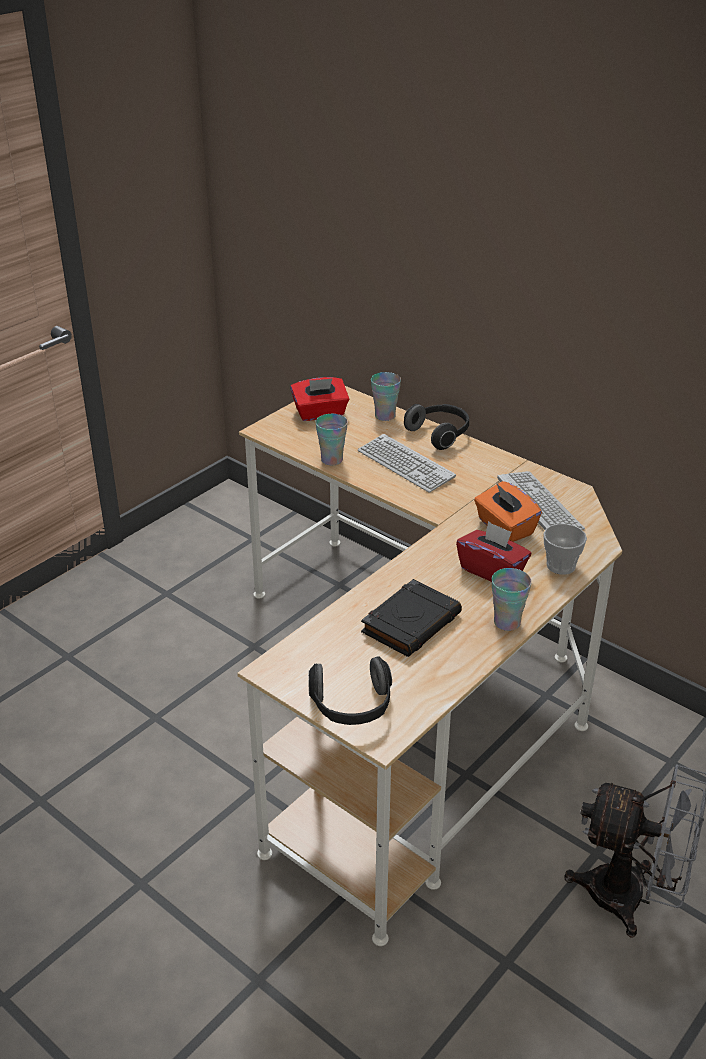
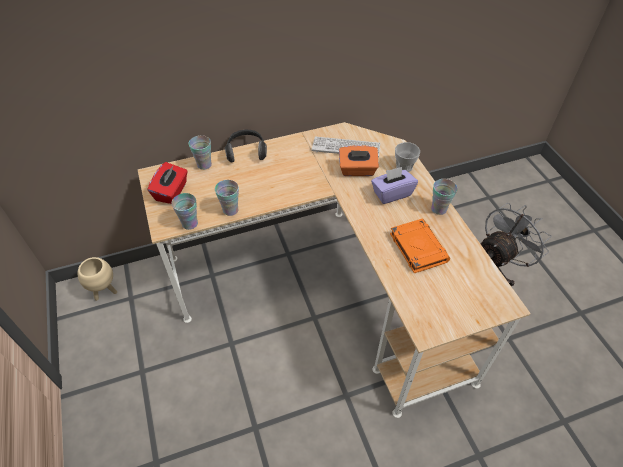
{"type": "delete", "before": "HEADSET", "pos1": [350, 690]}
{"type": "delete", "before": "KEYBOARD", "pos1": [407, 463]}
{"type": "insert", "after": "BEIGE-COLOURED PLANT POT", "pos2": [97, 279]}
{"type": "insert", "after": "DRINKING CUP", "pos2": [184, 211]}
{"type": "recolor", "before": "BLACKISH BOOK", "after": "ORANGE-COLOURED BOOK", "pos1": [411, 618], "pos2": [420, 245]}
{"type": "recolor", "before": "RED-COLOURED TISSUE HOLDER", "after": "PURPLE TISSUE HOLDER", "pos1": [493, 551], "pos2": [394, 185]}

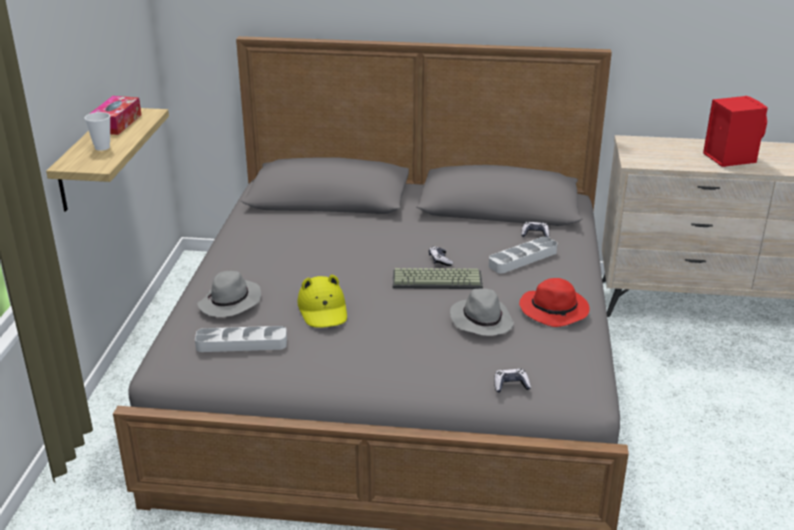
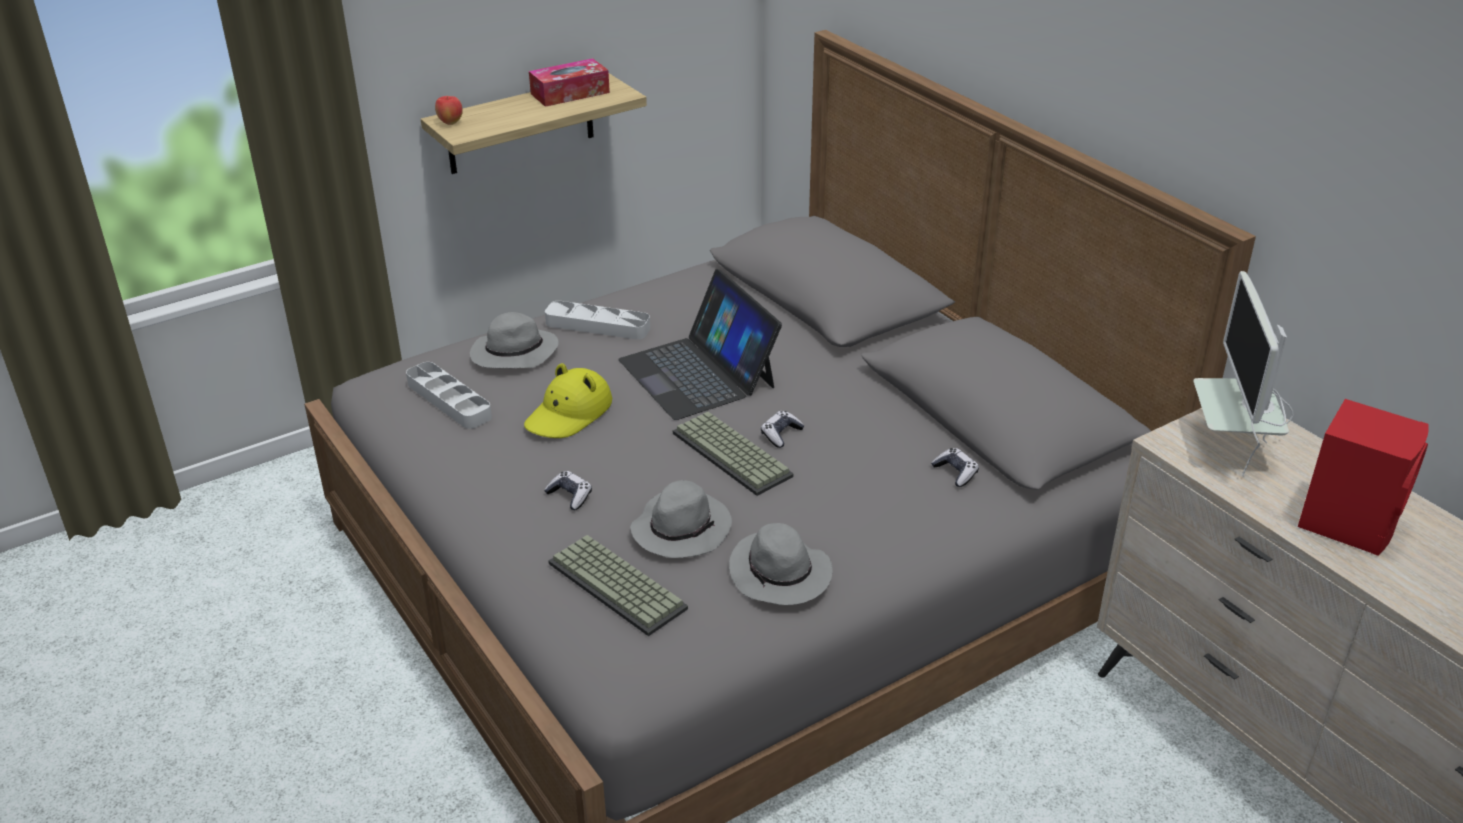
{"type": "delete", "before": "DRINKING CUP", "pos1": [97, 131]}
{"type": "insert", "after": "WHOLE APPLE", "pos2": [449, 110]}
{"type": "insert", "after": "KEYBOARD", "pos2": [618, 585]}
{"type": "insert", "after": "NOTEBOOK COMPUTER", "pos2": [700, 344]}
{"type": "insert", "after": "COMPUTER DISPLAY", "pos2": [1243, 373]}
{"type": "move", "before": "GREYISH CARRYING TRAY", "pos1": [523, 255], "pos2": [597, 320]}
{"type": "move", "before": "GAMEPAD", "pos1": [512, 381], "pos2": [568, 490]}
{"type": "recolor", "before": "RED-COLOURED WEARABLE HAT", "after": "GREYISH WEARABLE HAT", "pos1": [554, 302], "pos2": [781, 564]}

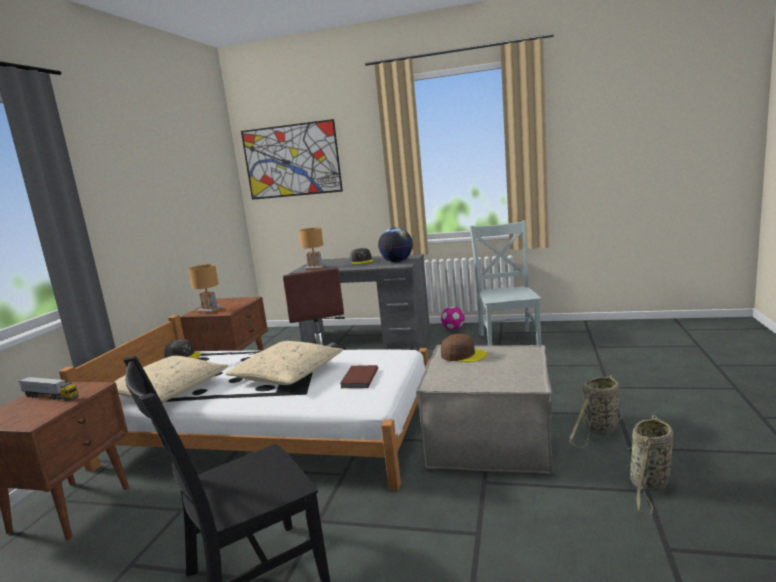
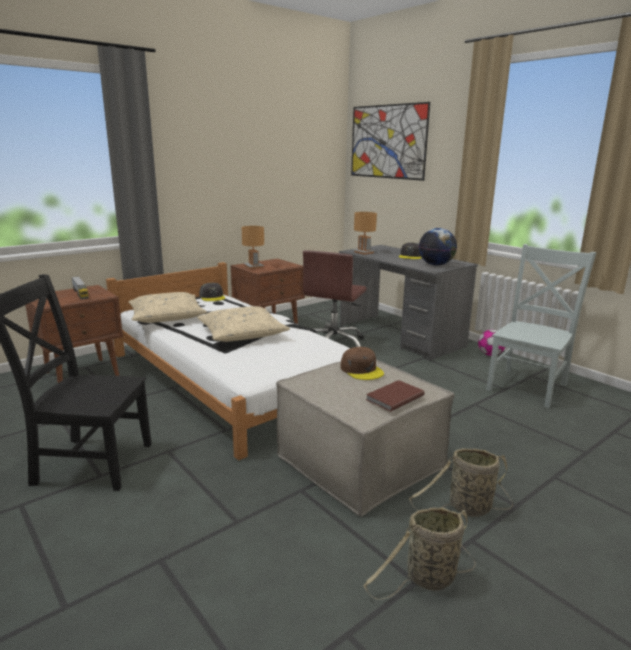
{"type": "move", "before": "BROWN-COLOURED BOOK", "pos1": [359, 376], "pos2": [395, 396]}

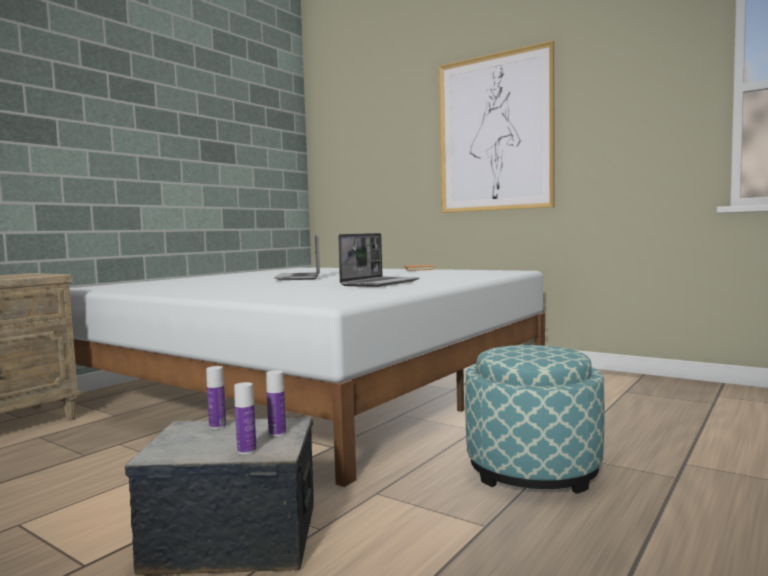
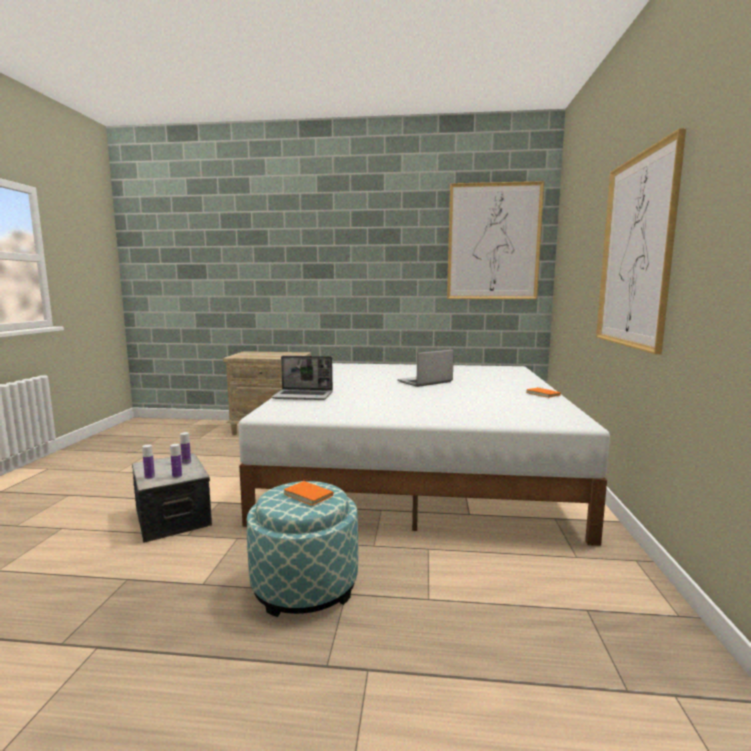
{"type": "insert", "after": "ORANGE-COLOURED BOOK", "pos2": [309, 492]}
{"type": "insert", "after": "WALL ART", "pos2": [495, 240]}
{"type": "move", "before": "NOTEBOOK COMPUTER", "pos1": [378, 260], "pos2": [302, 378]}

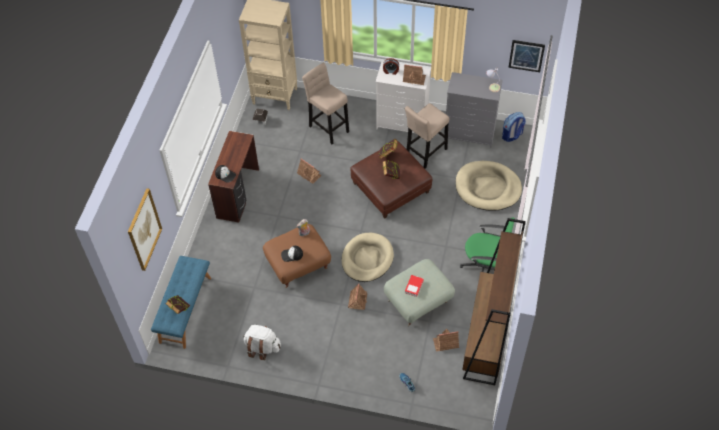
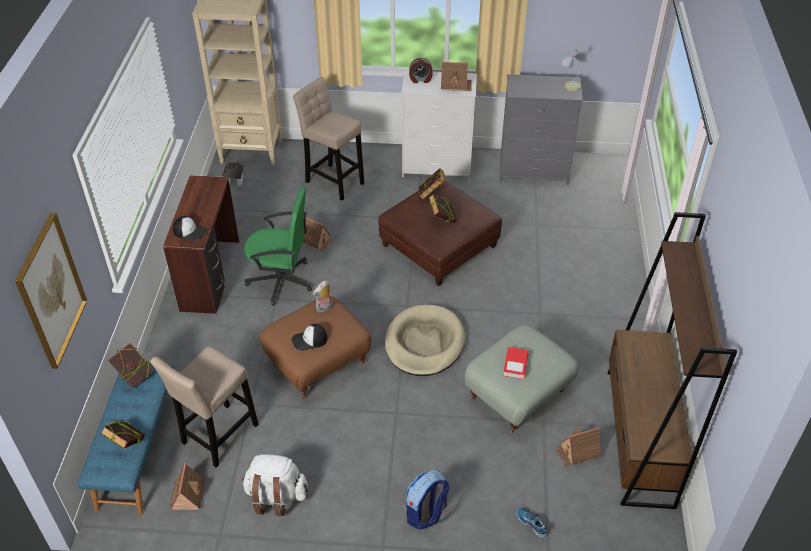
{"type": "delete", "before": "BEIGE-COLOURED DOG BED", "pos1": [489, 186]}
{"type": "delete", "before": "WALL ART", "pos1": [526, 56]}
{"type": "insert", "after": "BOOK", "pos2": [130, 365]}
{"type": "move", "before": "MINIATURE HOUSE", "pos1": [357, 296], "pos2": [187, 486]}
{"type": "move", "before": "BEIGE-COLOURED STOOL SEAT", "pos1": [427, 135], "pos2": [204, 407]}
{"type": "move", "before": "GREEN-COLOURED OFFICE CHAIR", "pos1": [487, 244], "pos2": [278, 247]}
{"type": "move", "before": "KNAPSACK", "pos1": [514, 127], "pos2": [427, 499]}

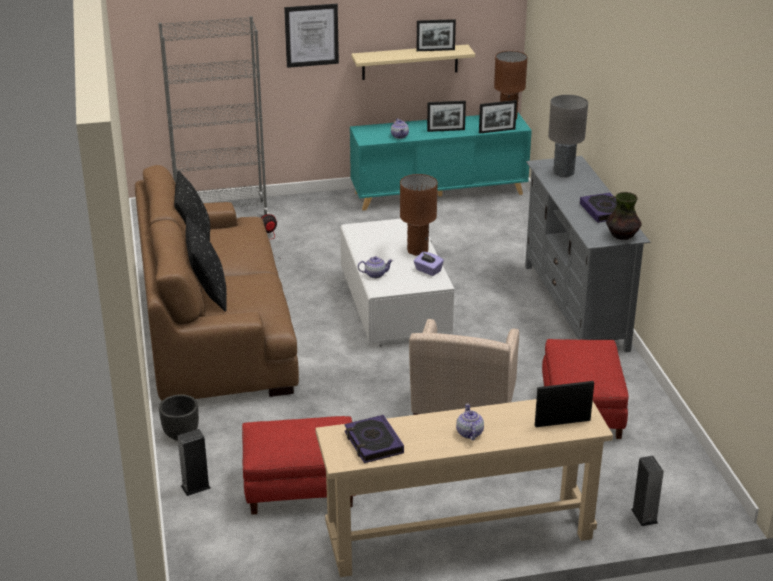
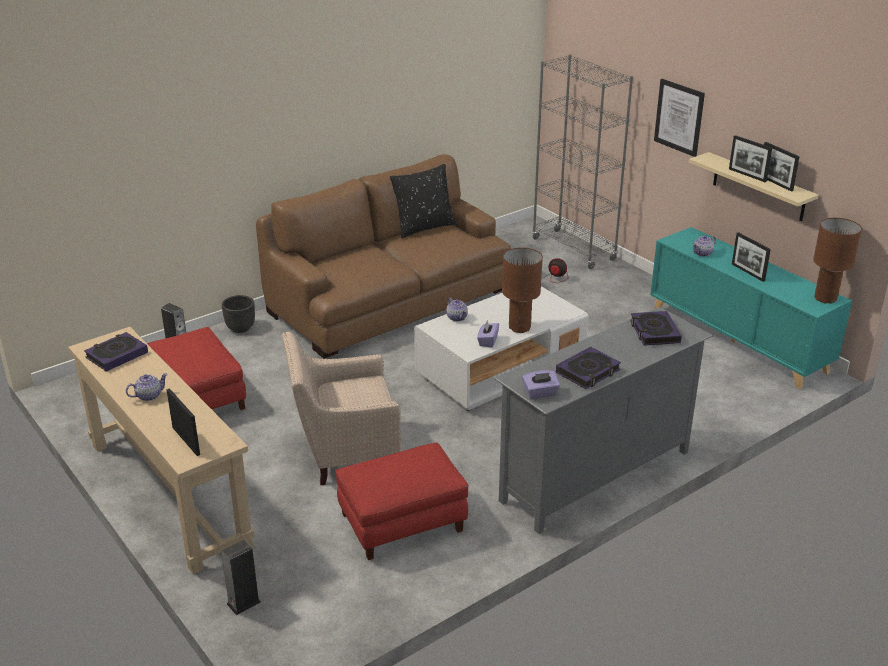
{"type": "delete", "before": "BLACKISH PILLOW", "pos1": [206, 264]}
{"type": "move", "before": "STANDING FRAME", "pos1": [498, 117], "pos2": [750, 158]}
{"type": "replace", "before": "GREYISH LAMP FOR A TABLE", "after": "BOOK", "pos1": [568, 136], "pos2": [656, 328]}
{"type": "replace", "before": "DECORATIVE VASE", "after": "PURPLE TISSUE HOLDER", "pos1": [624, 216], "pos2": [541, 384]}

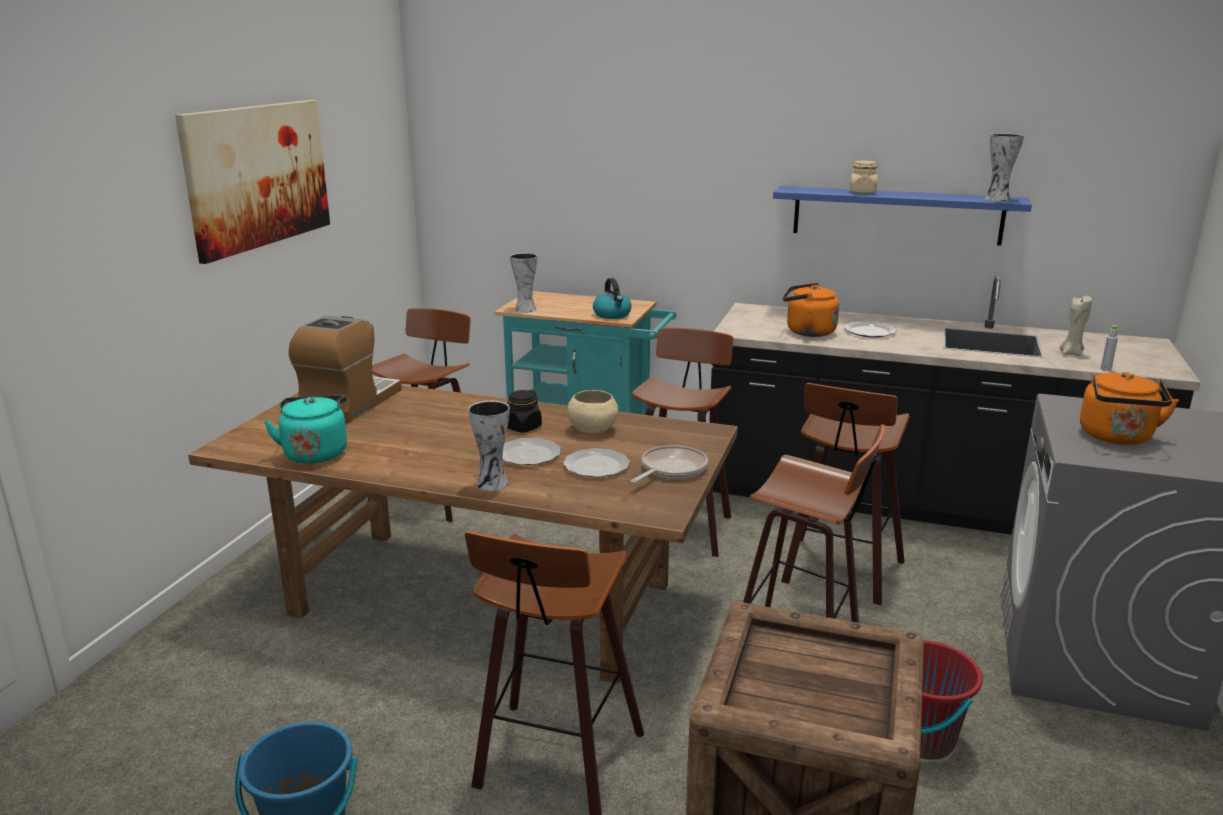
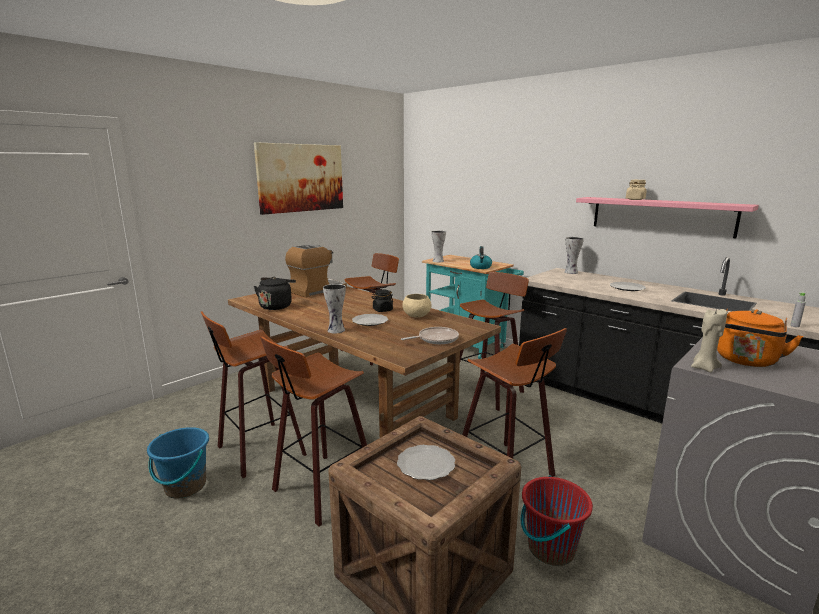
{"type": "delete", "before": "ORANGE-COLOURED KETTLE", "pos1": [811, 310]}
{"type": "move", "before": "FLAT DISH", "pos1": [596, 462], "pos2": [426, 462]}
{"type": "move", "before": "STOOL SEAT", "pos1": [845, 494], "pos2": [254, 394]}
{"type": "move", "before": "DECORATIVE VASE", "pos1": [1004, 167], "pos2": [574, 255]}
{"type": "move", "before": "BEIGE-COLOURED CANDLE", "pos1": [1076, 326], "pos2": [709, 340]}
{"type": "recolor", "before": "TURQUOISE KETTLE", "after": "BLACKISH KETTLE", "pos1": [305, 429], "pos2": [275, 293]}
{"type": "recolor", "before": "BLUE BRACKET SHELF", "after": "PINK BRACKET SHELF", "pos1": [902, 216], "pos2": [667, 217]}

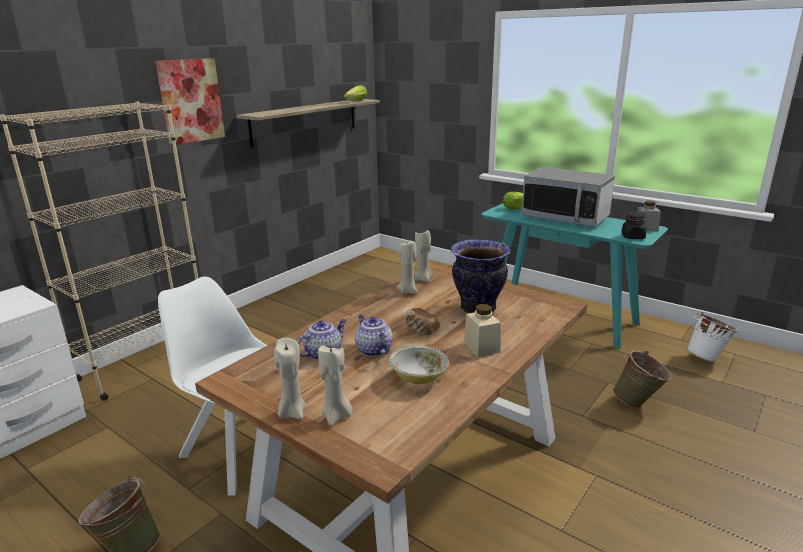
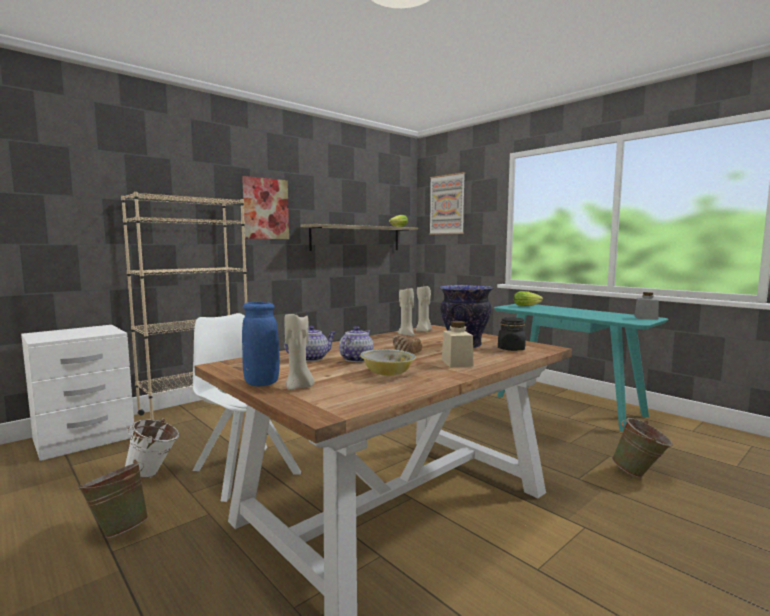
{"type": "delete", "before": "MICROWAVE", "pos1": [568, 197]}
{"type": "insert", "after": "WALL ART", "pos2": [447, 203]}
{"type": "move", "before": "BLACKISH JAR", "pos1": [634, 225], "pos2": [512, 334]}
{"type": "move", "before": "WHITISH WATER BUCKET", "pos1": [713, 337], "pos2": [151, 448]}
{"type": "replace", "before": "BEIGE-COLOURED CANDLE", "after": "BLUE DECORATIVE VASE", "pos1": [290, 378], "pos2": [261, 344]}
{"type": "rotate", "before": "POT FOR TEA", "pos1": [374, 335], "pos2": [356, 344], "turn": 45}

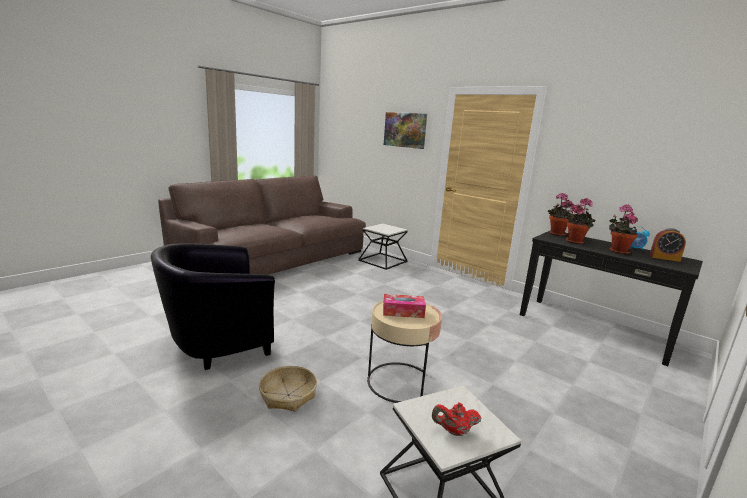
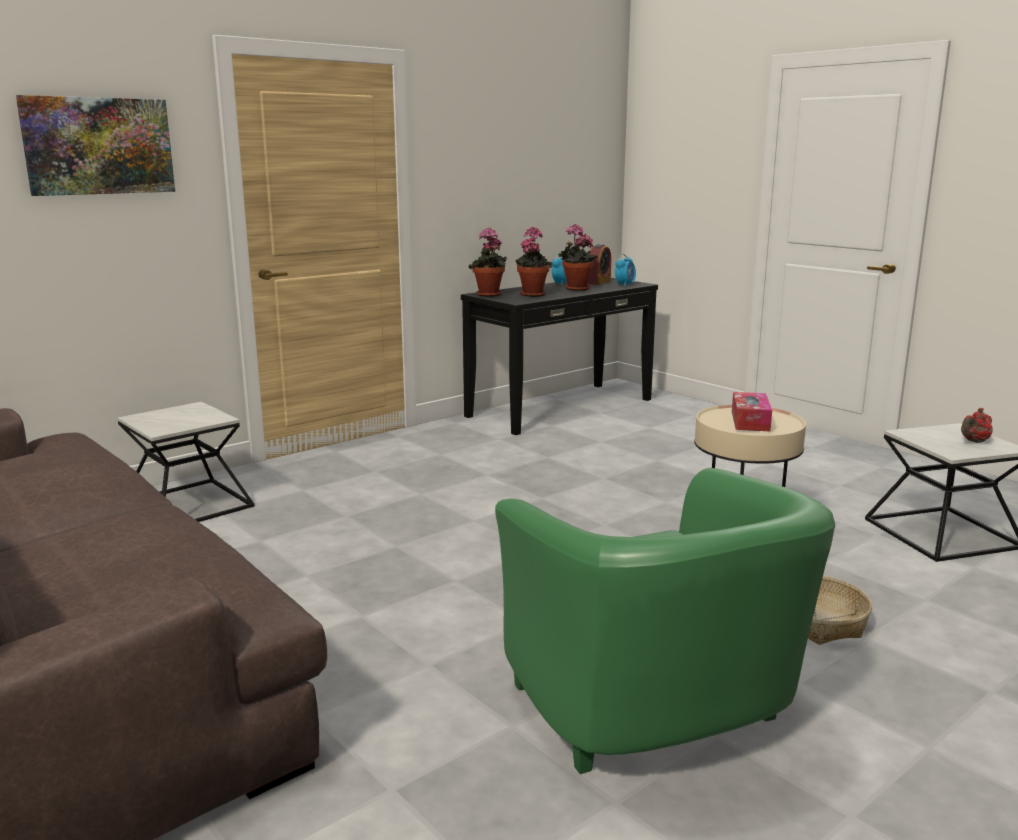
{"type": "insert", "after": "ALARM CLOCK", "pos2": [625, 270]}
{"type": "recolor", "before": "BLACKISH LOUNGE CHAIR", "after": "GREEN-COLOURED LOUNGE CHAIR", "pos1": [213, 306], "pos2": [665, 621]}
{"type": "rotate", "before": "RED-COLOURED POT FOR TEA", "pos1": [456, 419], "pos2": [977, 425], "turn": 45}

